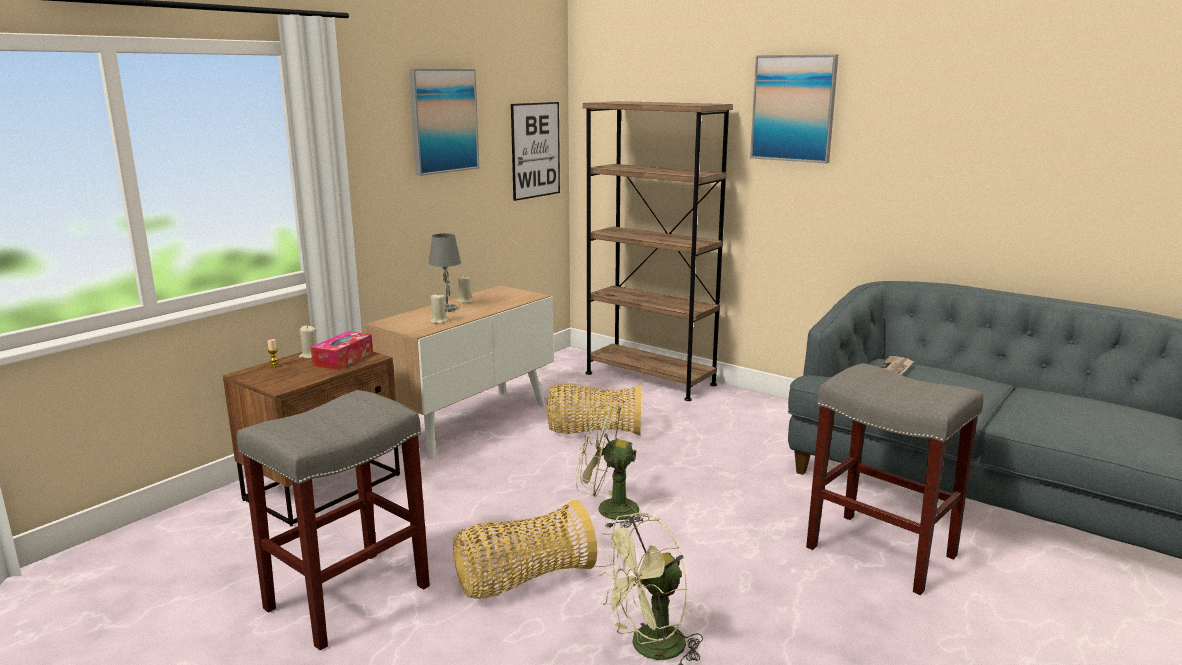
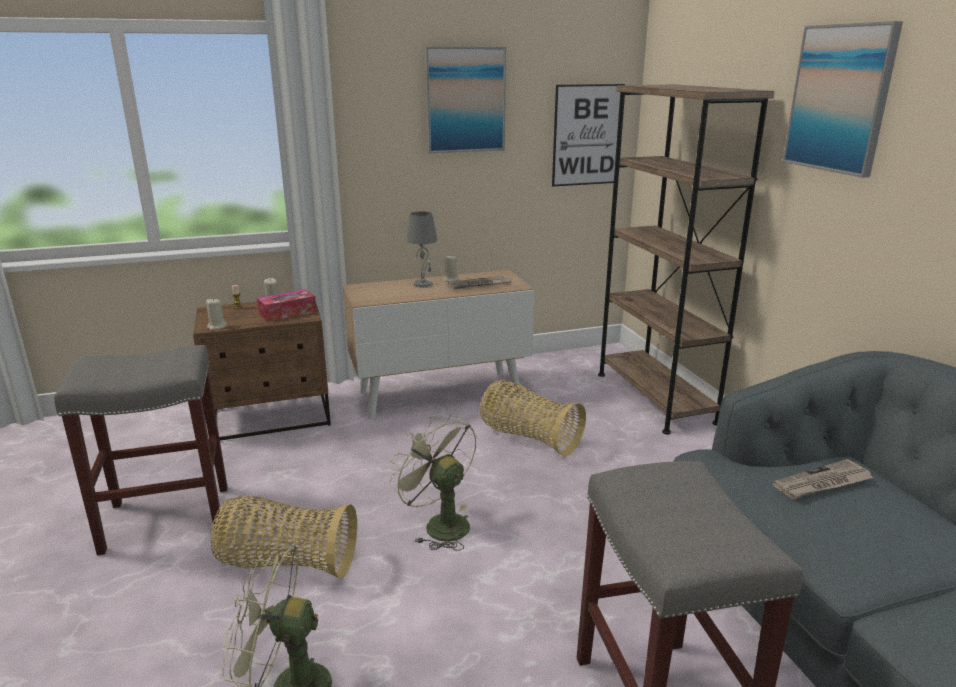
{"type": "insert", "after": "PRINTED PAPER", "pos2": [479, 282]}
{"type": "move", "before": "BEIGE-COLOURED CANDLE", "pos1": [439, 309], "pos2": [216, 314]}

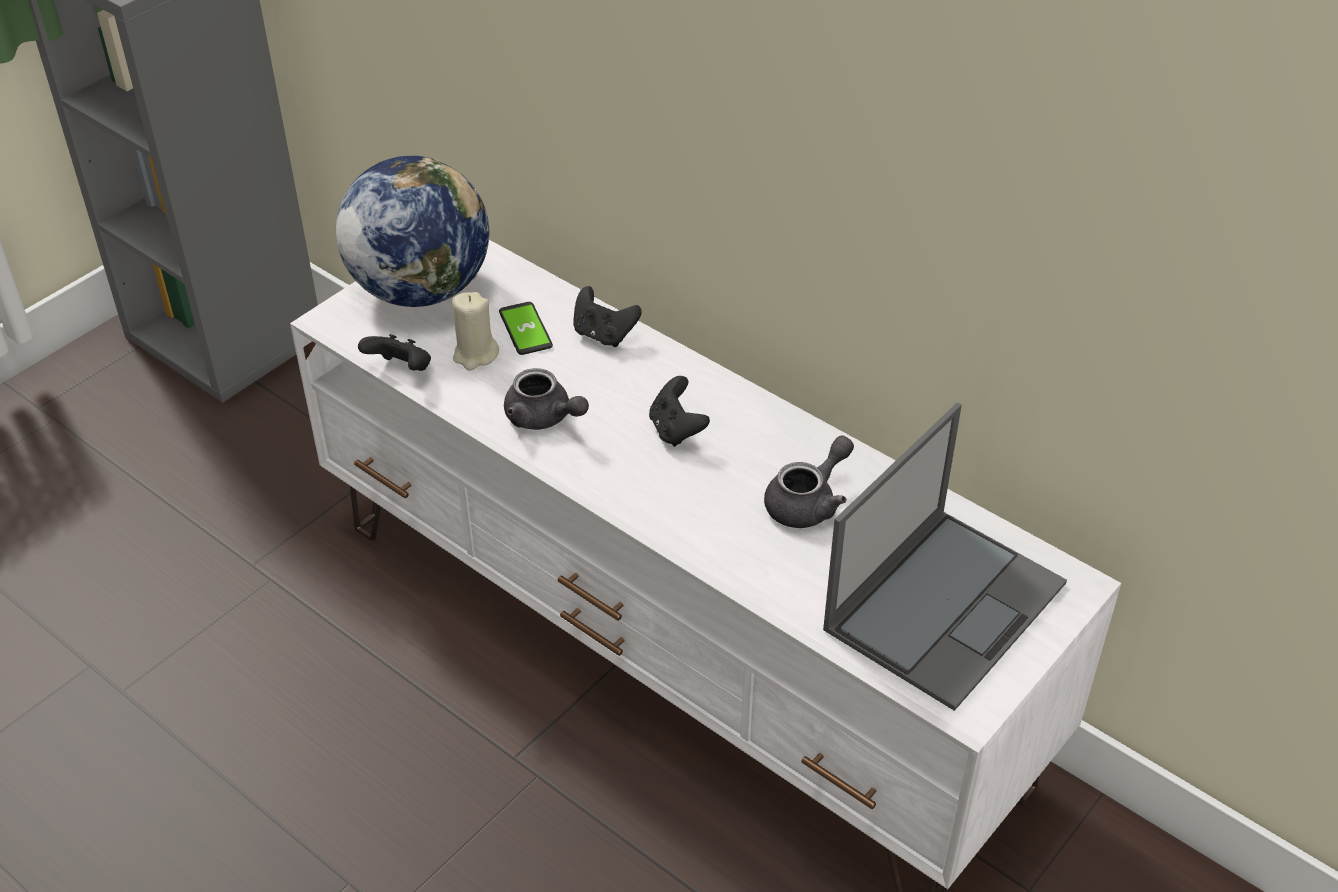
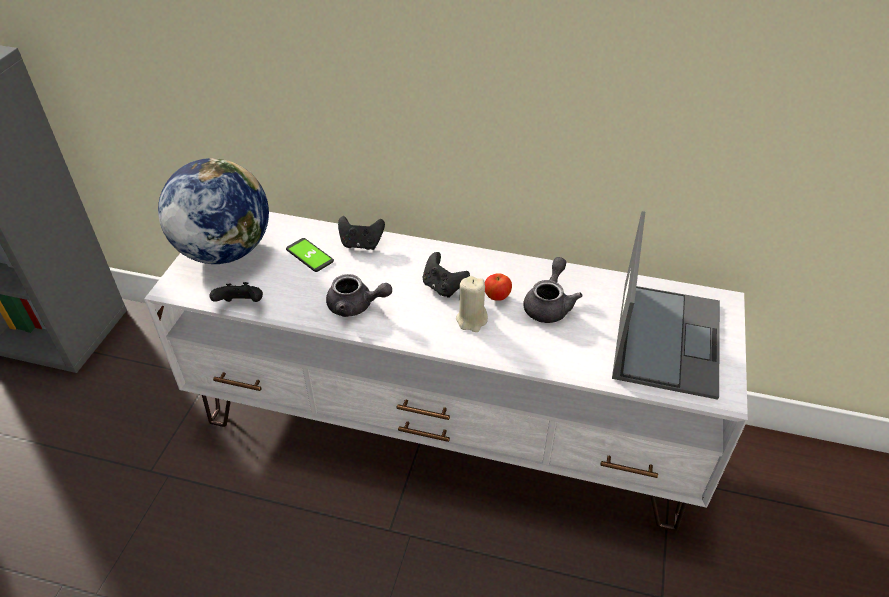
{"type": "insert", "after": "WHOLE APPLE", "pos2": [498, 287]}
{"type": "move", "before": "BEIGE-COLOURED CANDLE", "pos1": [475, 331], "pos2": [472, 304]}

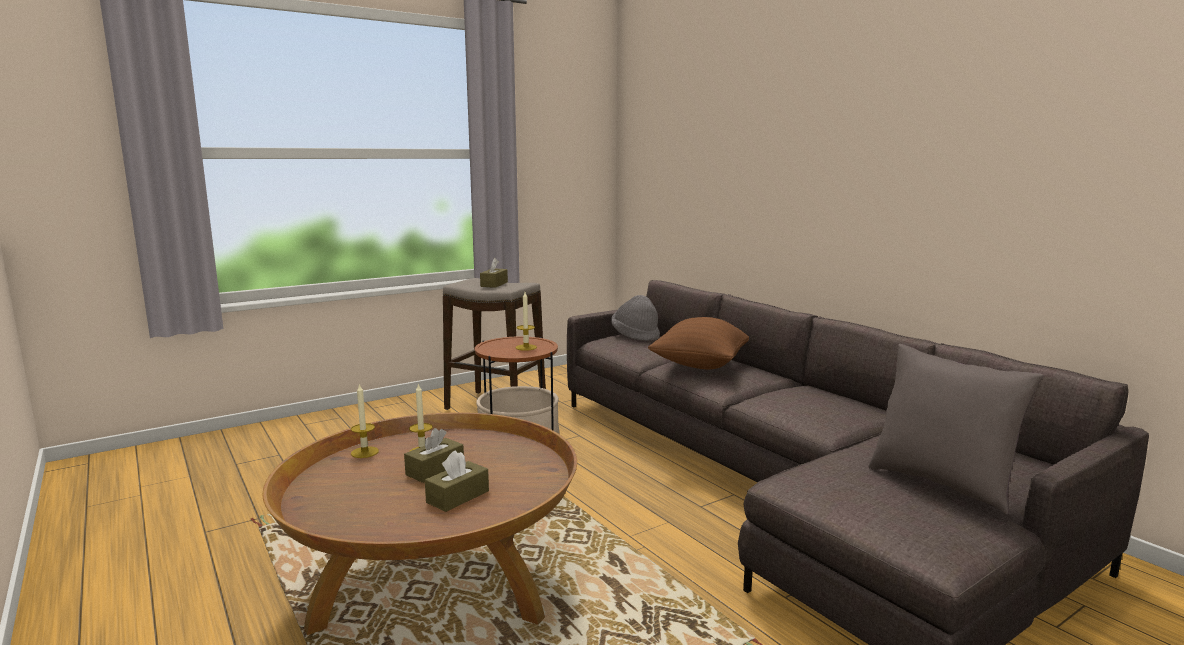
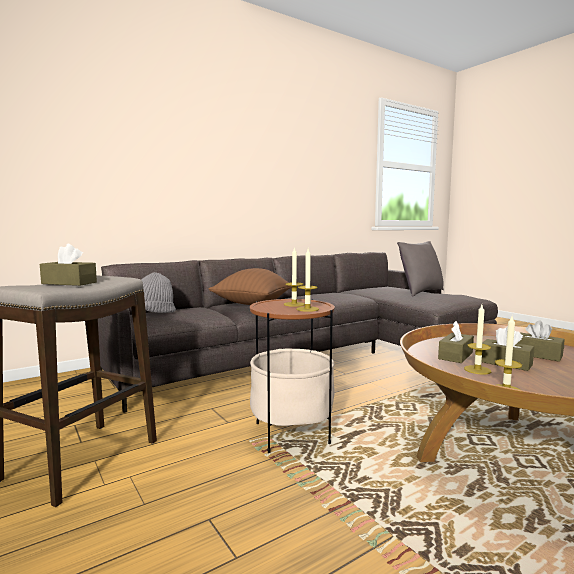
{"type": "insert", "after": "CANDLE", "pos2": [307, 280]}
{"type": "insert", "after": "BROWN-COLOURED TISSUE HOLDER", "pos2": [456, 342]}

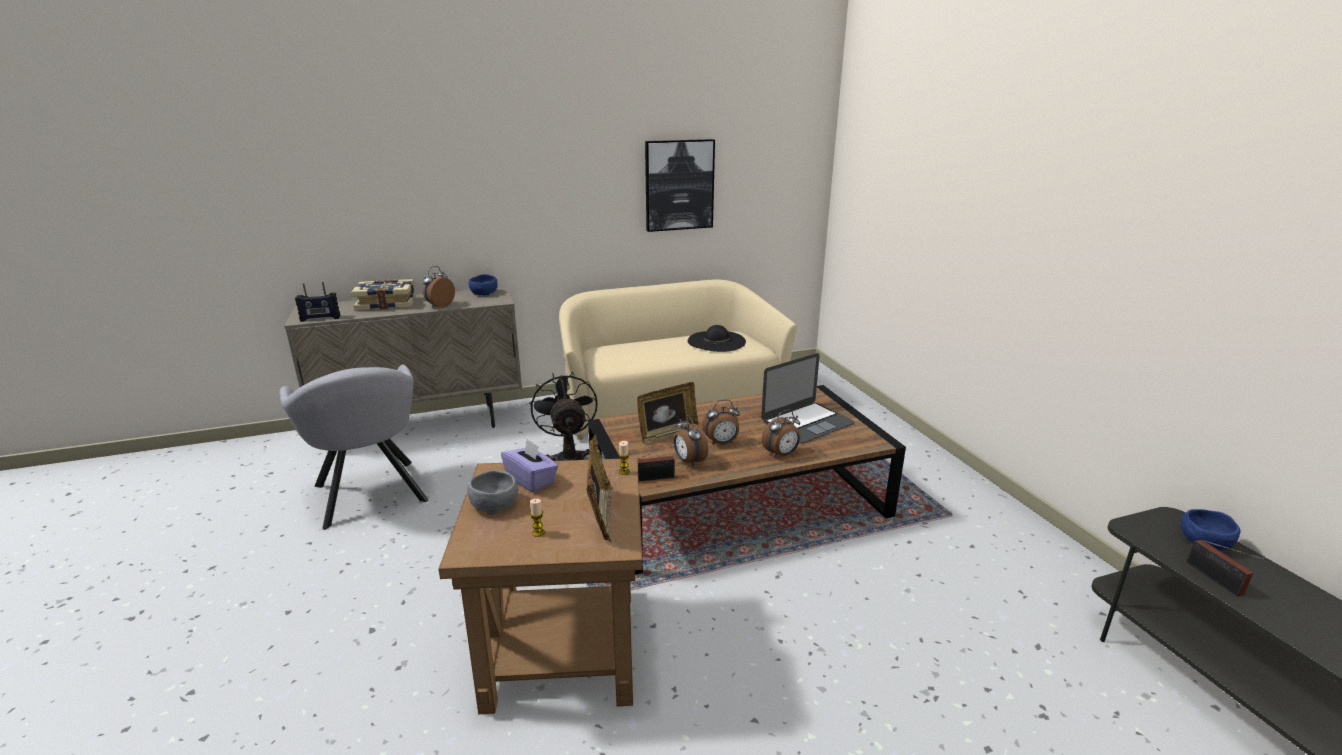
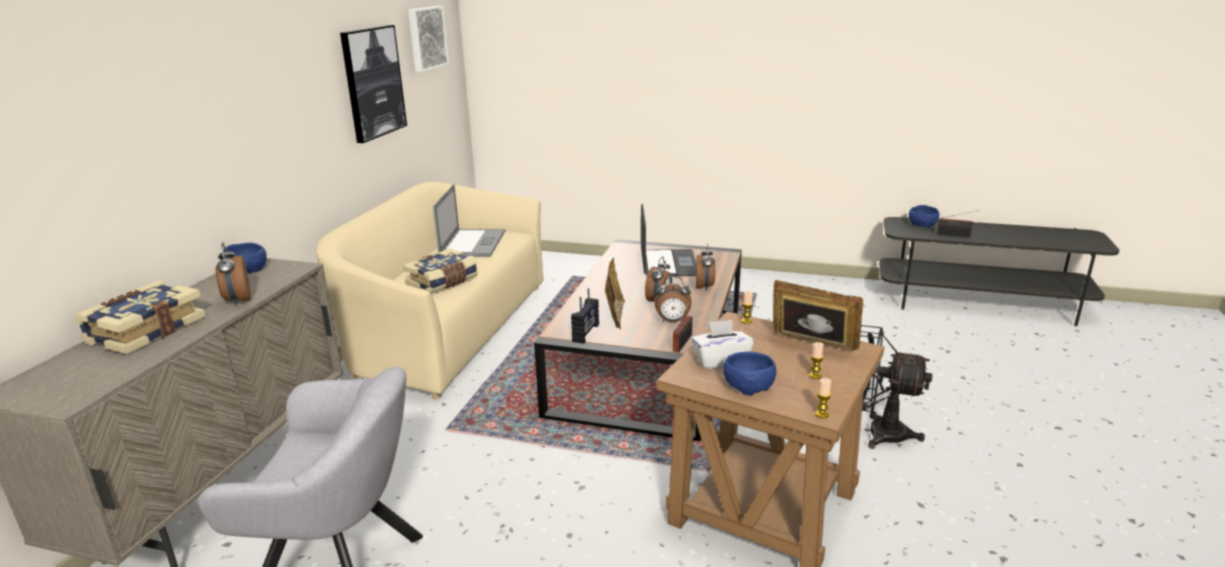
{"type": "insert", "after": "BOOK", "pos2": [440, 271]}
{"type": "insert", "after": "WALL ART", "pos2": [428, 39]}
{"type": "insert", "after": "CANDLE", "pos2": [823, 398]}
{"type": "move", "before": "RADIO", "pos1": [317, 302], "pos2": [585, 316]}
{"type": "move", "before": "BLACKISH COOLING FAN", "pos1": [564, 416], "pos2": [896, 387]}
{"type": "replace", "before": "BLACKISH WEARABLE HAT", "after": "NOTEBOOK COMPUTER", "pos1": [717, 338], "pos2": [469, 220]}
{"type": "recolor", "before": "GREYISH SERVING BOWL", "after": "BLUE SERVING BOWL", "pos1": [492, 492], "pos2": [750, 373]}
{"type": "recolor", "before": "PURPLE TISSUE HOLDER", "after": "WHITISH TISSUE HOLDER", "pos1": [529, 465], "pos2": [722, 344]}

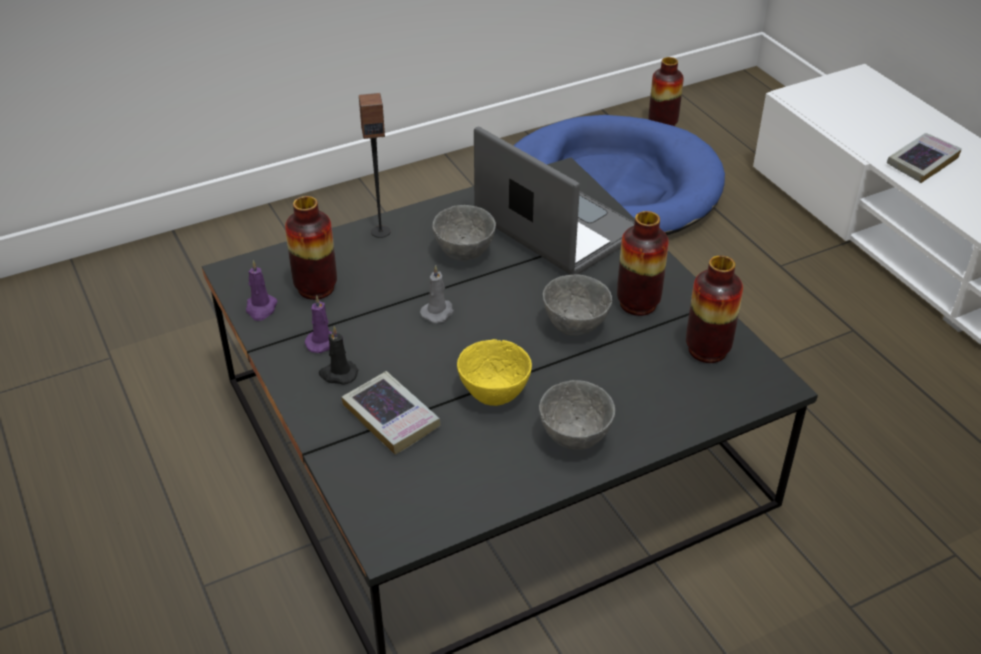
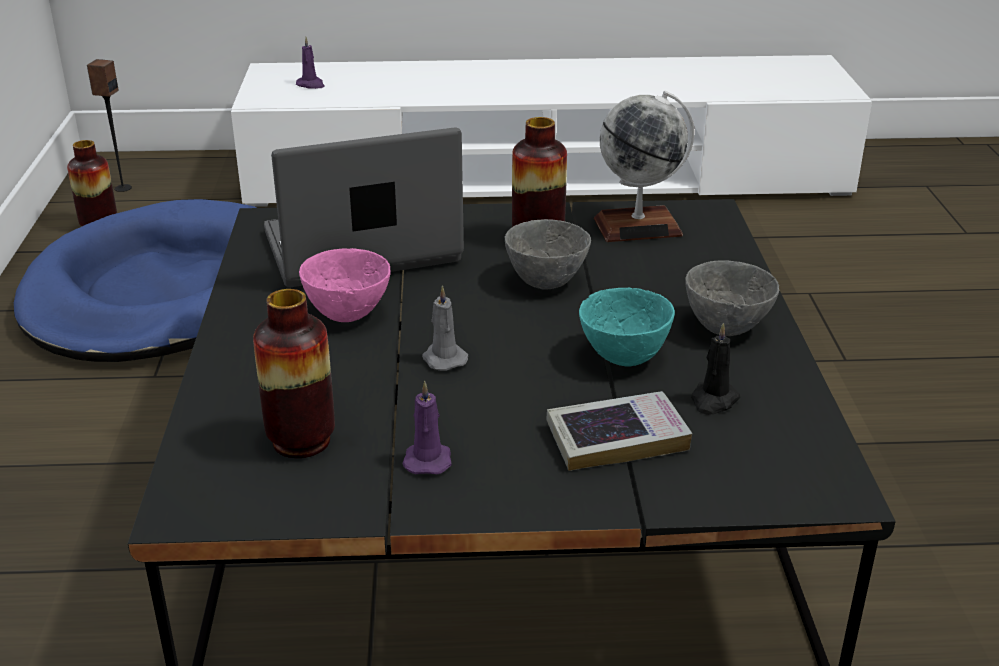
{"type": "delete", "before": "BOOK", "pos1": [924, 158]}
{"type": "move", "before": "PURPLE CANDLE", "pos1": [262, 290], "pos2": [310, 63]}
{"type": "move", "before": "BLACKISH CANDLE", "pos1": [338, 355], "pos2": [715, 369]}
{"type": "move", "before": "LOUDSPEAKER", "pos1": [375, 165], "pos2": [109, 125]}
{"type": "replace", "before": "DECORATIVE VASE", "after": "GLOBE", "pos1": [714, 309], "pos2": [644, 166]}
{"type": "recolor", "before": "GREYISH SERVING BOWL", "after": "PINK SERVING BOWL", "pos1": [464, 233], "pos2": [345, 285]}
{"type": "recolor", "before": "YELLOWISH SERVING BOWL", "after": "TURQUOISE SERVING BOWL", "pos1": [494, 372], "pos2": [627, 327]}

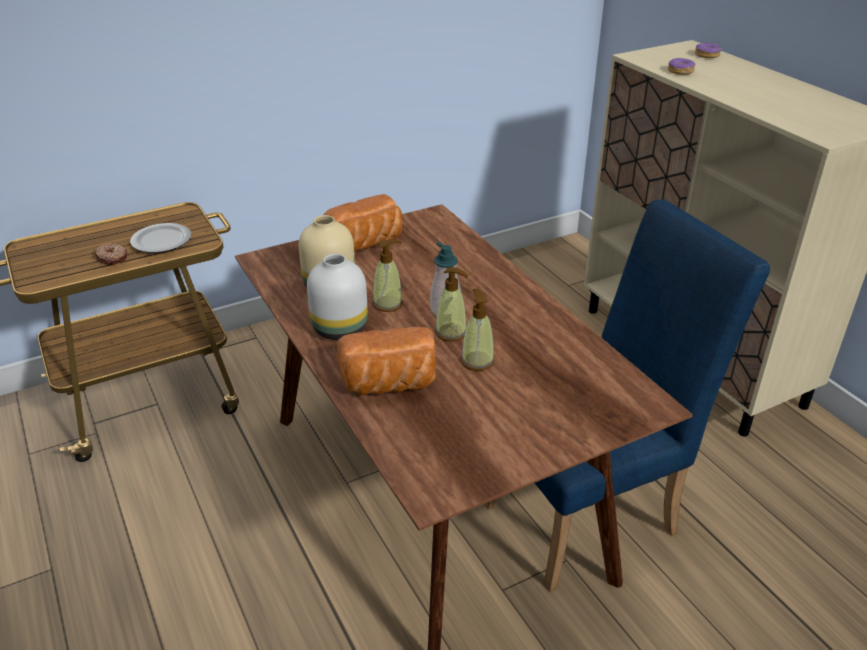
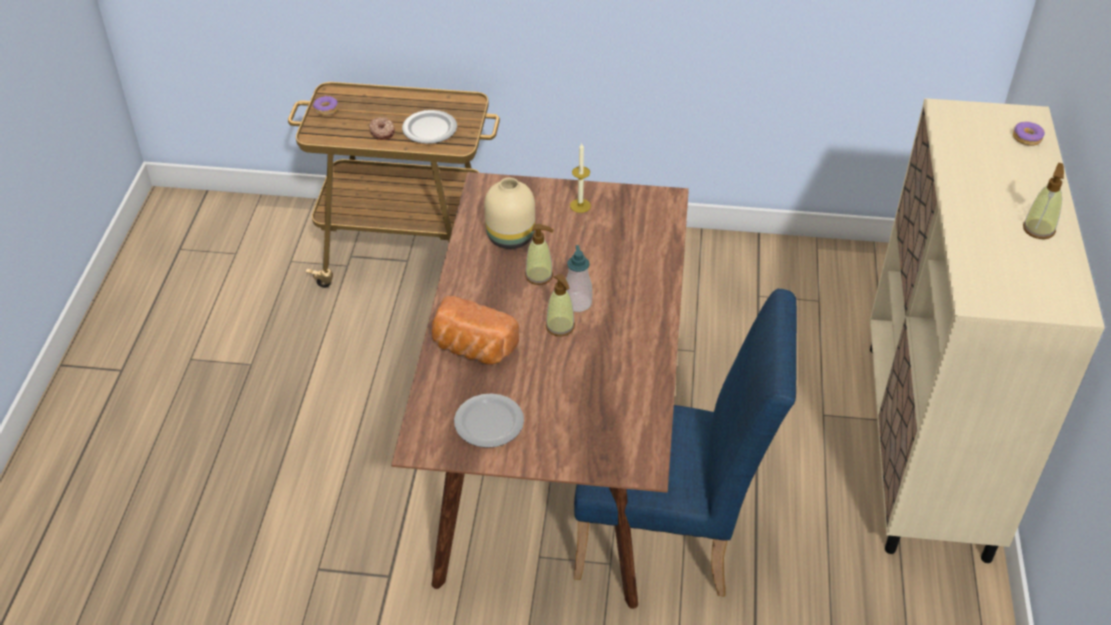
{"type": "delete", "before": "WHITISH DECORATIVE VASE", "pos1": [337, 297]}
{"type": "insert", "after": "FLAT DISH", "pos2": [489, 420]}
{"type": "move", "before": "SOAP BOTTLE", "pos1": [477, 330], "pos2": [1043, 201]}
{"type": "move", "before": "DOUGHNUT", "pos1": [681, 66], "pos2": [325, 106]}
{"type": "replace", "before": "BREAD", "after": "CANDLE", "pos1": [362, 223], "pos2": [580, 177]}

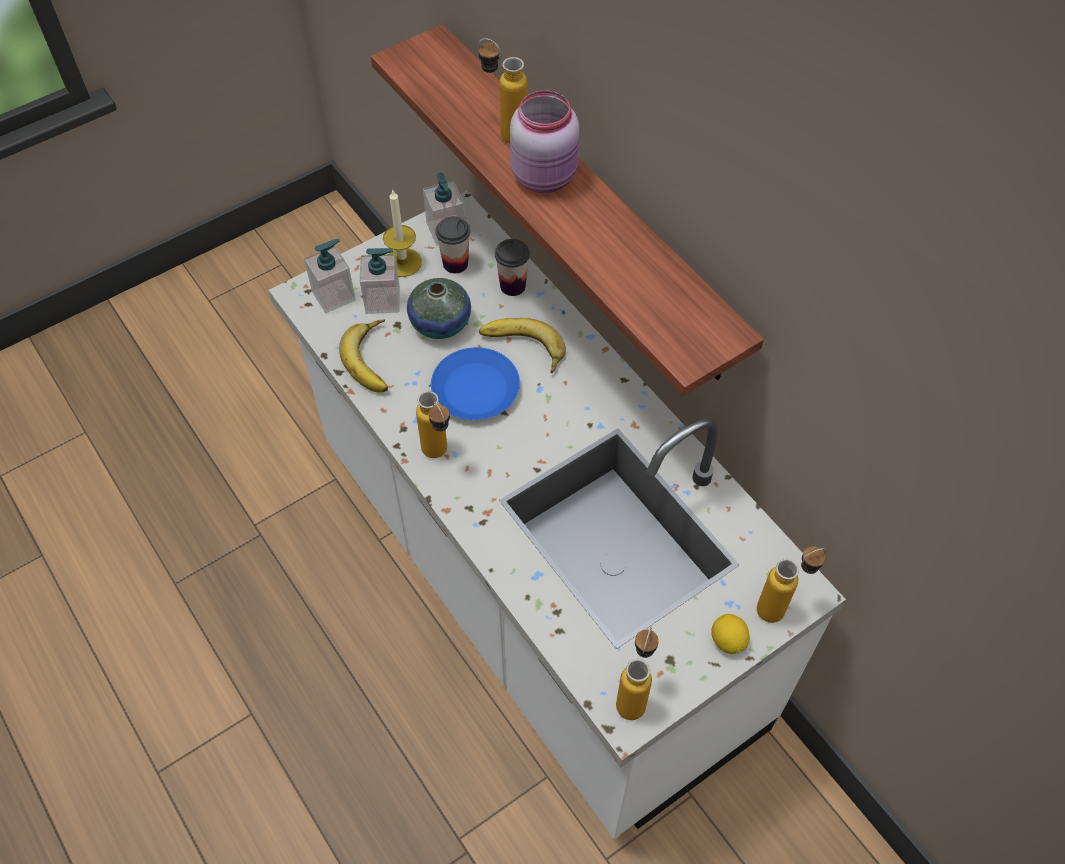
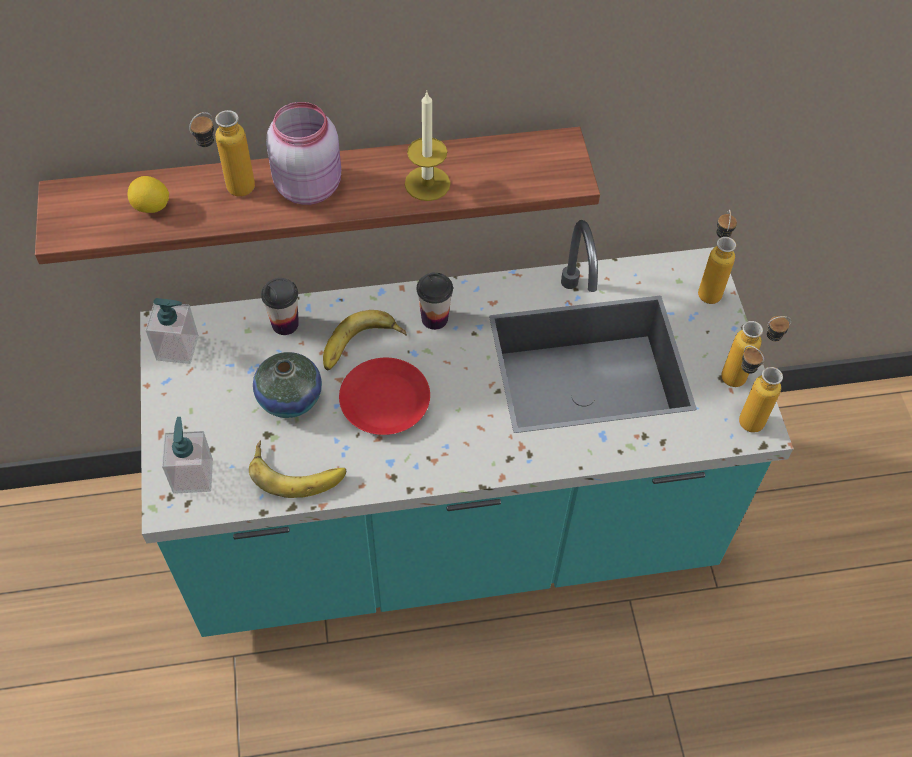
{"type": "delete", "before": "SOAP BOTTLE", "pos1": [380, 281]}
{"type": "move", "before": "CANDLE", "pos1": [402, 233], "pos2": [427, 146]}
{"type": "move", "before": "BEVERAGE BOTTLE", "pos1": [433, 424], "pos2": [756, 351]}
{"type": "move", "before": "DRINKING CUP", "pos1": [453, 244], "pos2": [435, 301]}
{"type": "move", "before": "WHOLE LEMON", "pos1": [730, 634], "pos2": [148, 194]}
{"type": "recolor", "before": "WHITISH KITCHEN COUNTER", "after": "TURQUOISE KITCHEN COUNTER", "pos1": [557, 515], "pos2": [466, 428]}
{"type": "recolor", "before": "BLUE FLAT DISH", "after": "RED-COLOURED FLAT DISH", "pos1": [475, 383], "pos2": [384, 396]}

